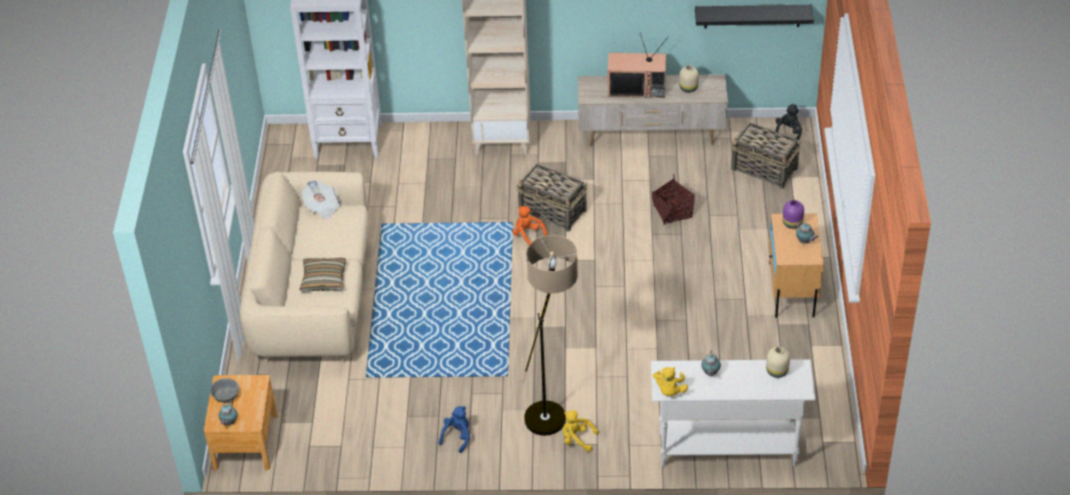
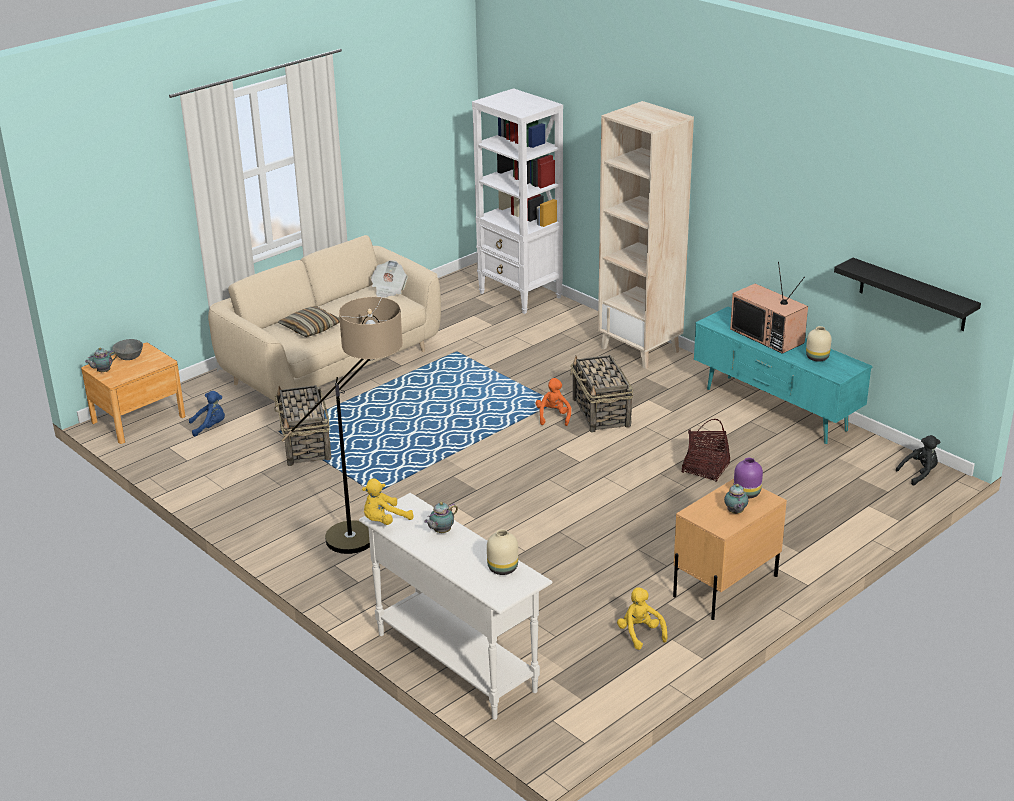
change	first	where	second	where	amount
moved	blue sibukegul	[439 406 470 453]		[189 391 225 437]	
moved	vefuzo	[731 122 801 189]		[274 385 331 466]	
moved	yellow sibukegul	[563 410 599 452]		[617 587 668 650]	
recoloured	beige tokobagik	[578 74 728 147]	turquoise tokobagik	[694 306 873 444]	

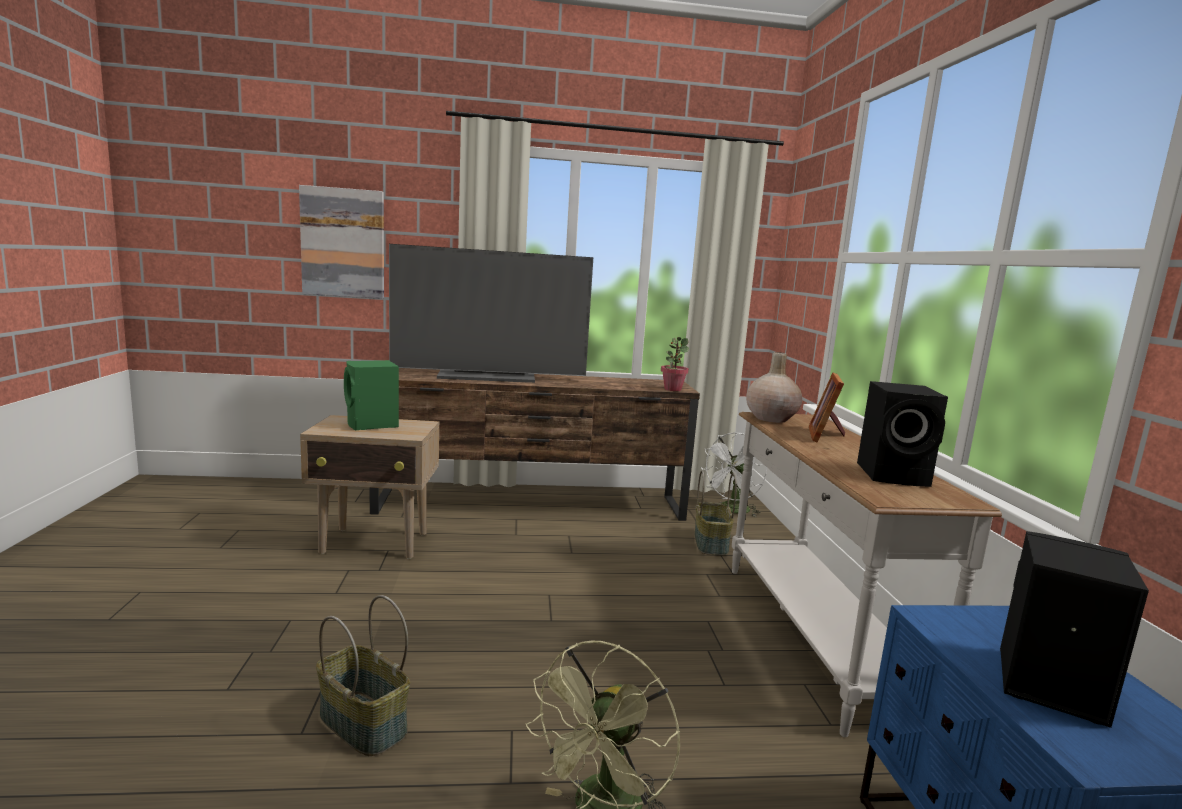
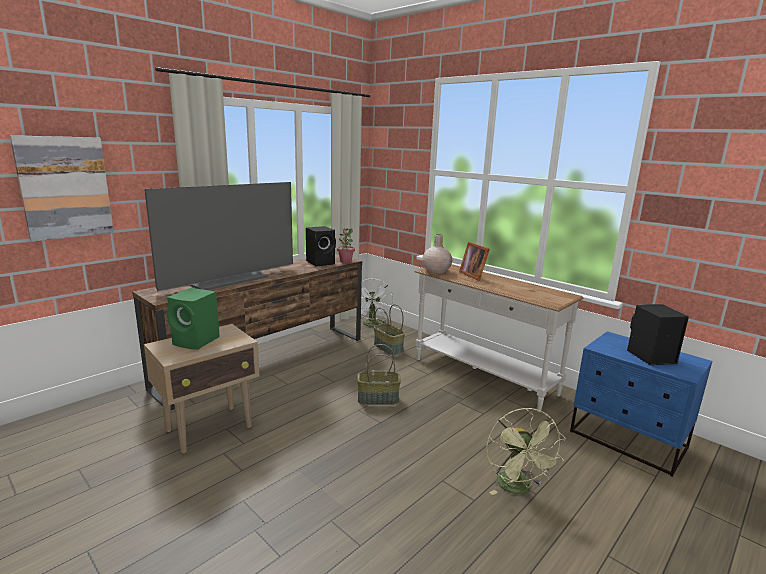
change	first	where	second	where	amount
moved	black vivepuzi	[857 381 948 487]		[306 226 336 266]	
moved	vefuzo	[316 595 410 756]		[357 344 401 405]	

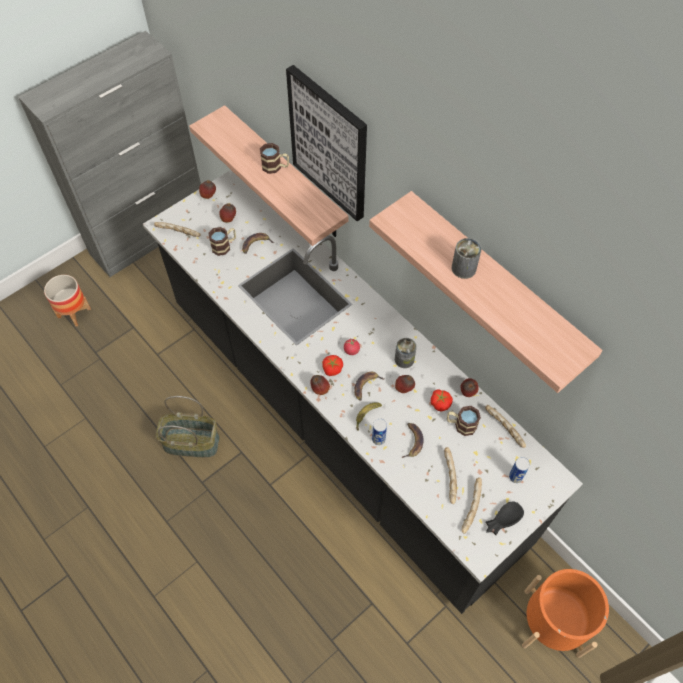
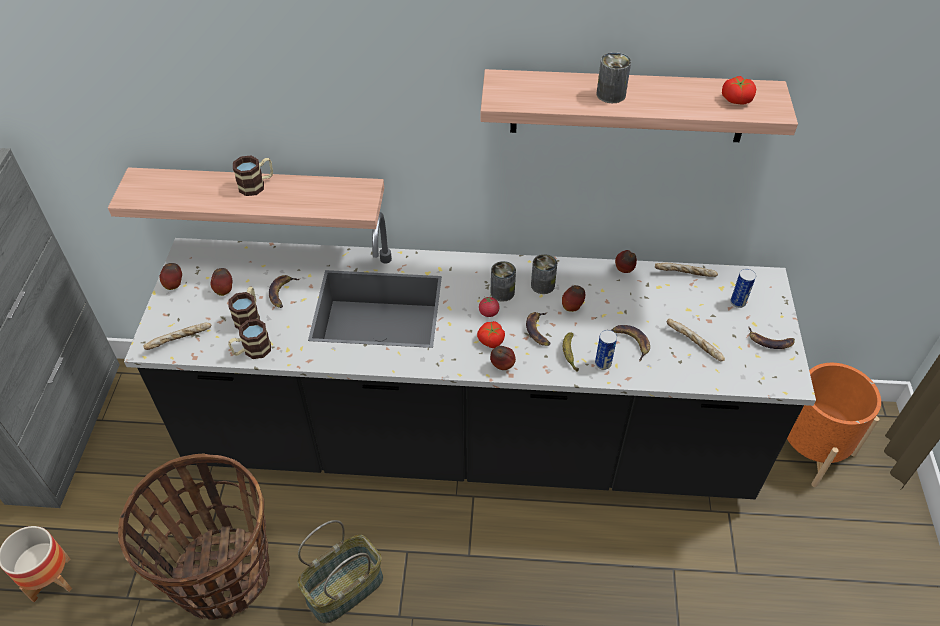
change	first	where	second	where	amount
added			vefuzo	[118 454 270 620]	
moved	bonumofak	[447 406 481 436]		[228 319 271 359]	
added			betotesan	[490 261 516 302]	
moved	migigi	[431 389 453 412]		[722 76 756 105]	
replaced	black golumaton	[485 502 524 535]	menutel	[748 327 795 349]	
removed	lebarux	[286 65 367 221]			
removed	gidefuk	[461 477 482 534]			

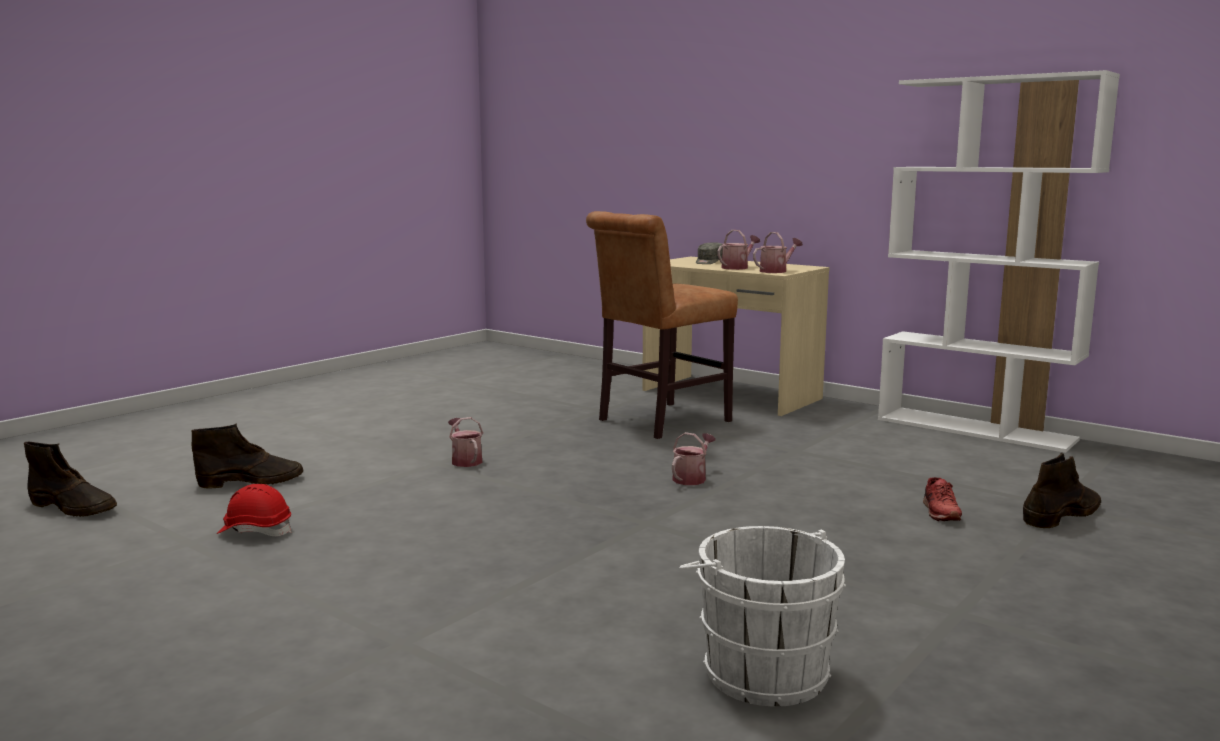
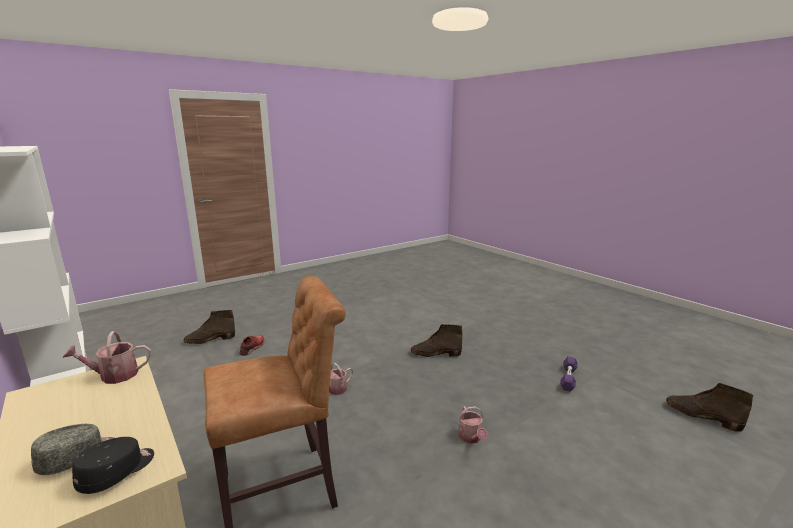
change	first	where	second	where	amount
added			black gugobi	[72 437 154 494]	
moved	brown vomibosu	[191 424 303 488]		[411 324 463 357]	
replaced	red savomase	[217 484 292 536]	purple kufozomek	[560 356 578 392]	
removed	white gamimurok	[679 526 846 706]			
removed	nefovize	[718 230 760 270]			

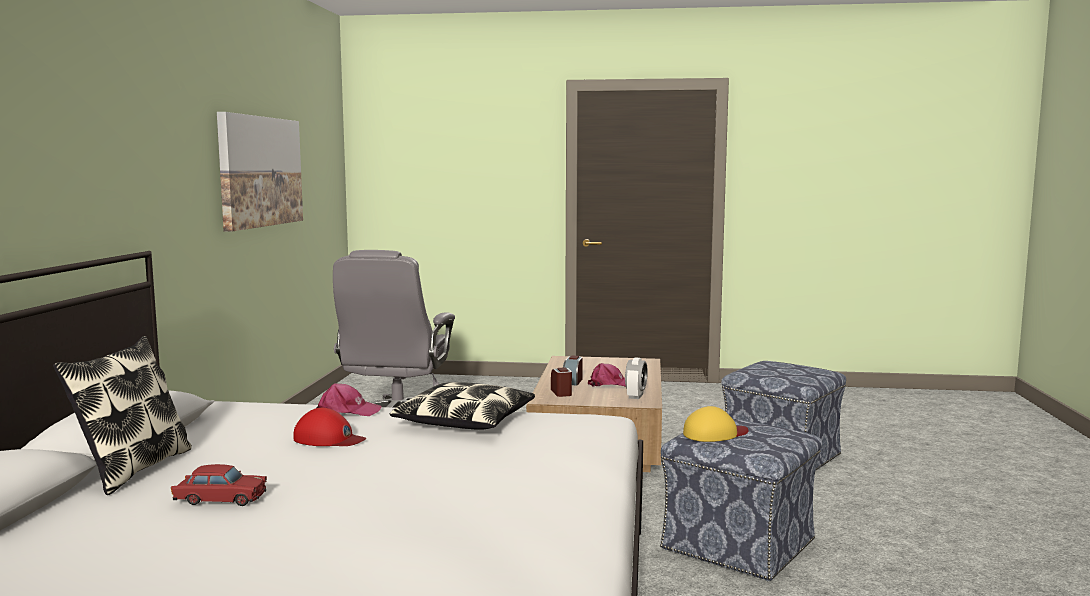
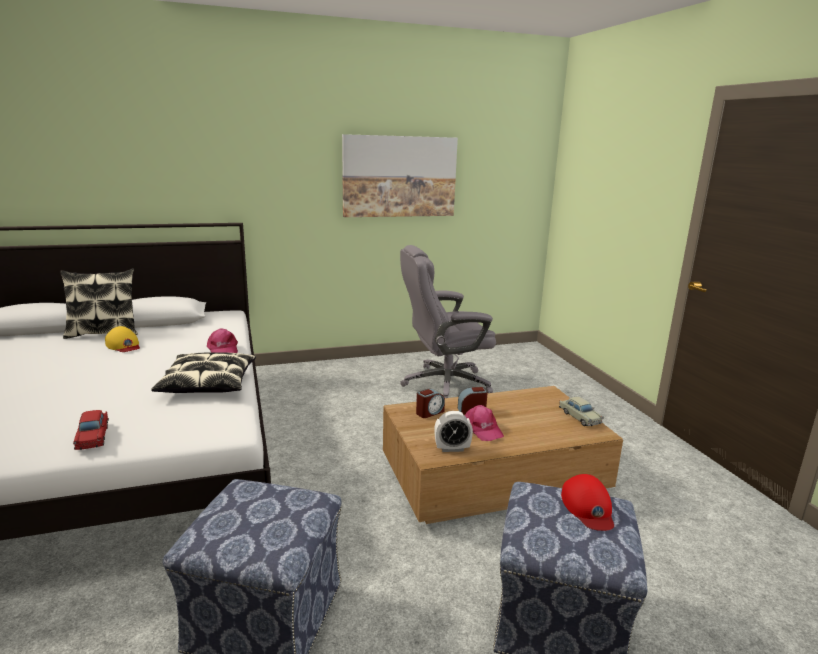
change	first	where	second	where	amount
moved	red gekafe	[171 464 267 506]		[73 410 109 450]	
moved	yellow gugobi	[683 406 749 442]		[105 326 140 352]	
added			beige gekafe	[559 396 604 426]	
moved	red gugobi	[293 408 366 446]		[561 474 614 531]	

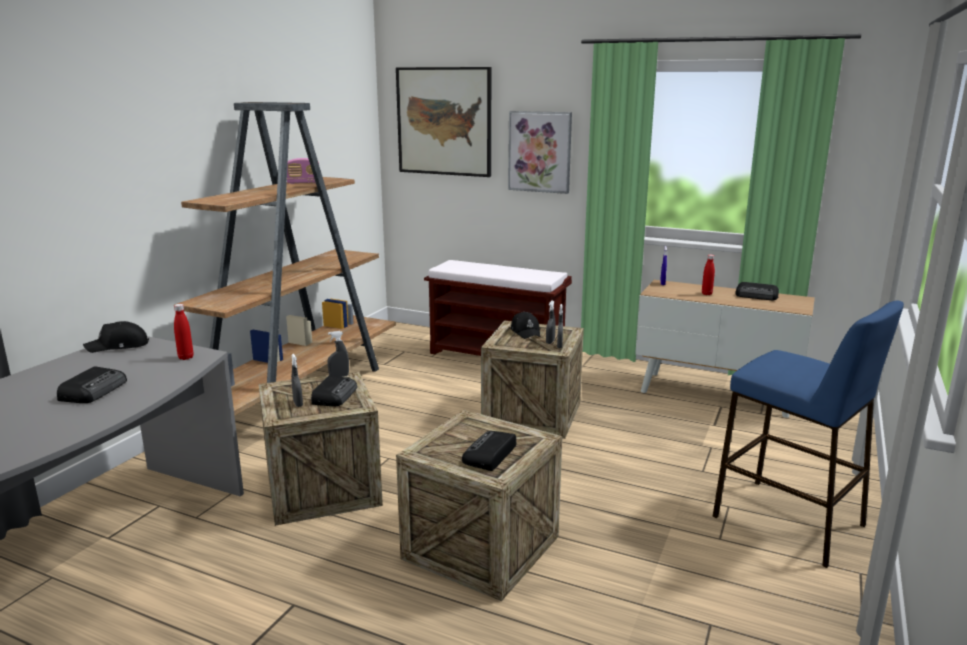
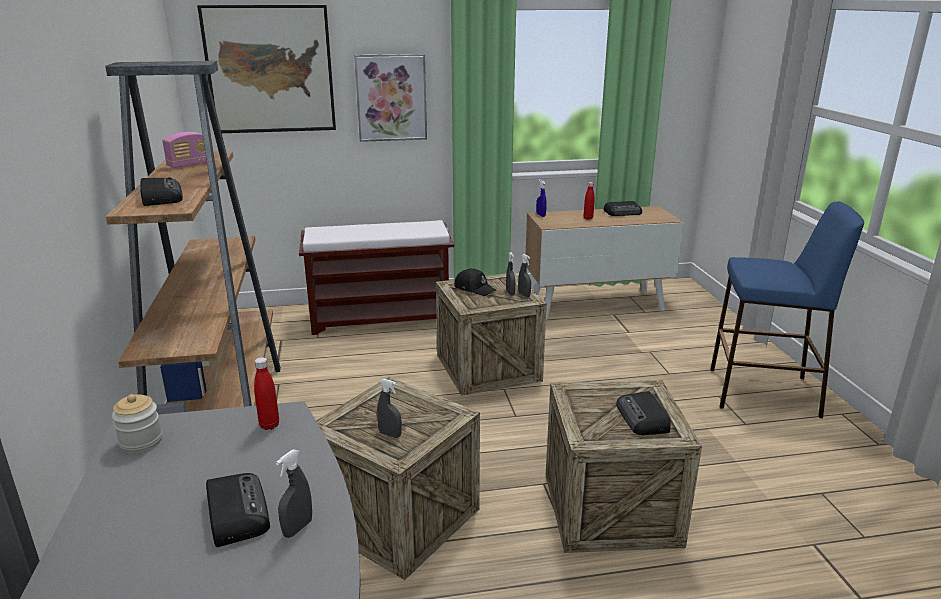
change	first	where	second	where	amount
replaced	black gugobi	[83 321 149 353]	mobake	[112 394 162 453]	
moved	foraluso	[311 375 357 406]		[140 177 183 206]	
moved	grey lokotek	[327 331 349 377]		[276 450 312 538]	

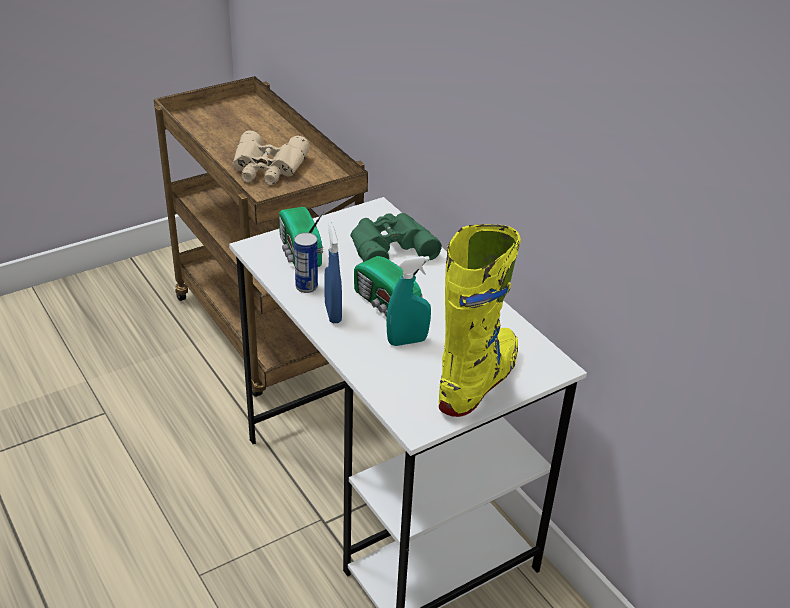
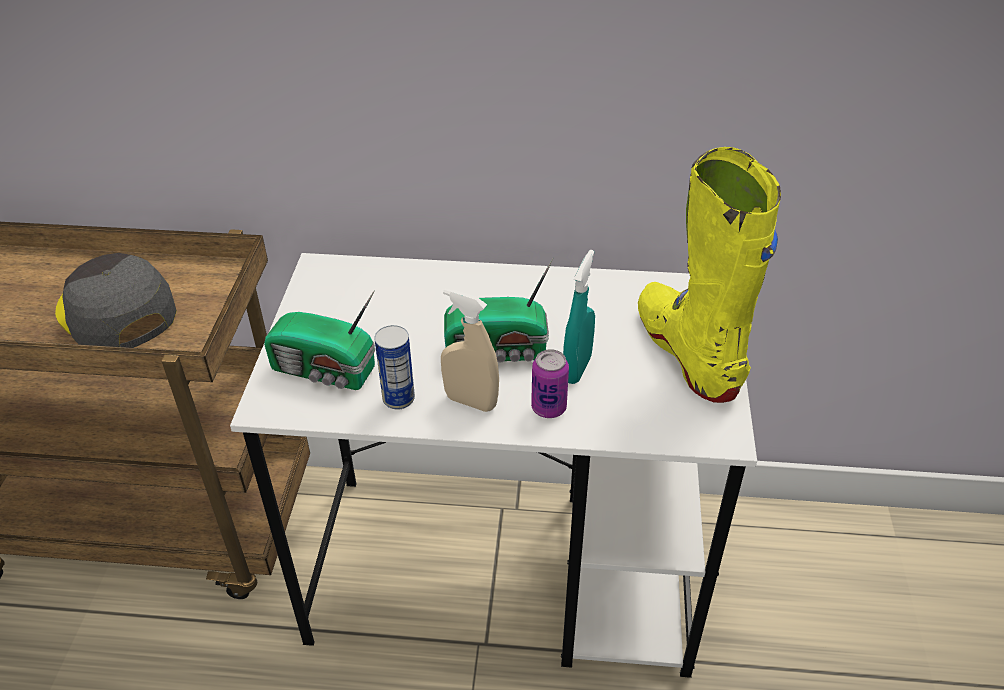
change	first	where	second	where	amount
replaced	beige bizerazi	[232 131 310 185]	grey gugobi	[55 253 177 348]	
recoloured	blue lokotek	[324 222 342 323]	beige lokotek	[441 288 499 412]	
added			betotesan	[531 349 569 418]	
removed	green bizerazi	[350 213 442 262]			

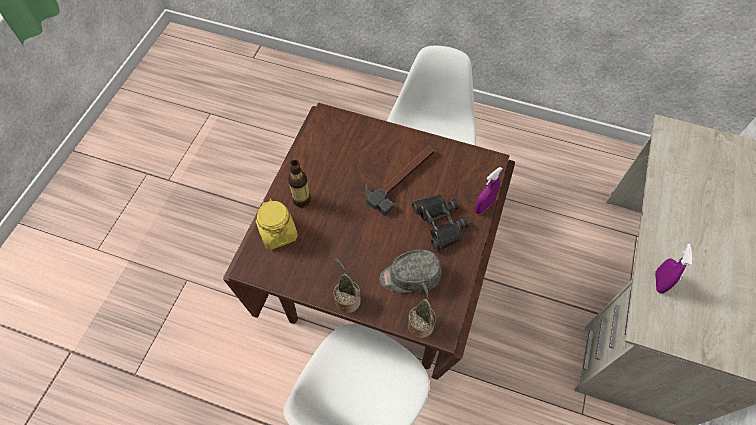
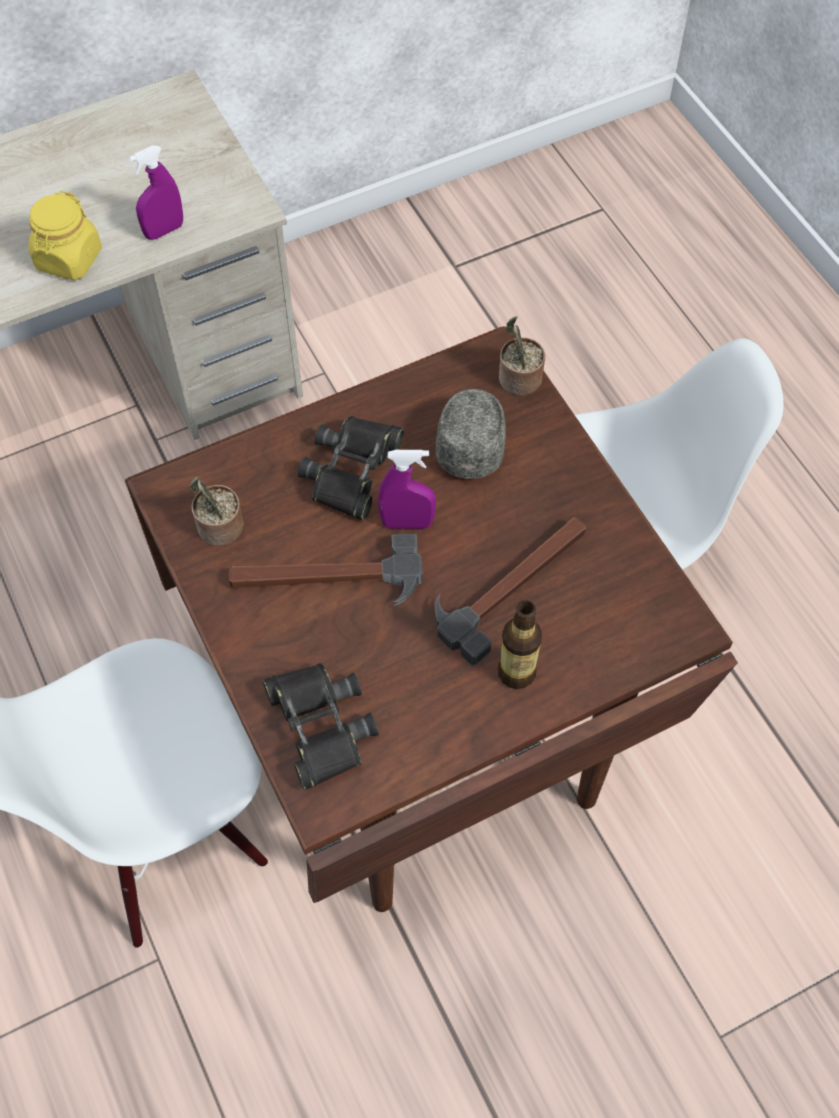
change	first	where	second	where	amount
moved	yellow mobake	[256 198 298 250]		[28 190 102 280]	
moved	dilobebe	[333 258 361 313]		[190 477 244 546]	
added			black bizerazi	[263 663 379 790]	
moved	purple lokotek	[474 167 502 214]		[378 450 436 529]	
turned	grey gugobi	[379 249 442 293]		[435 389 506 479]	120 degrees counterclockwise
added			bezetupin	[435 517 586 666]	

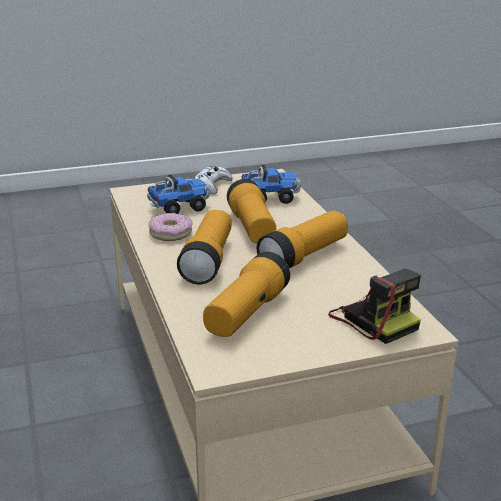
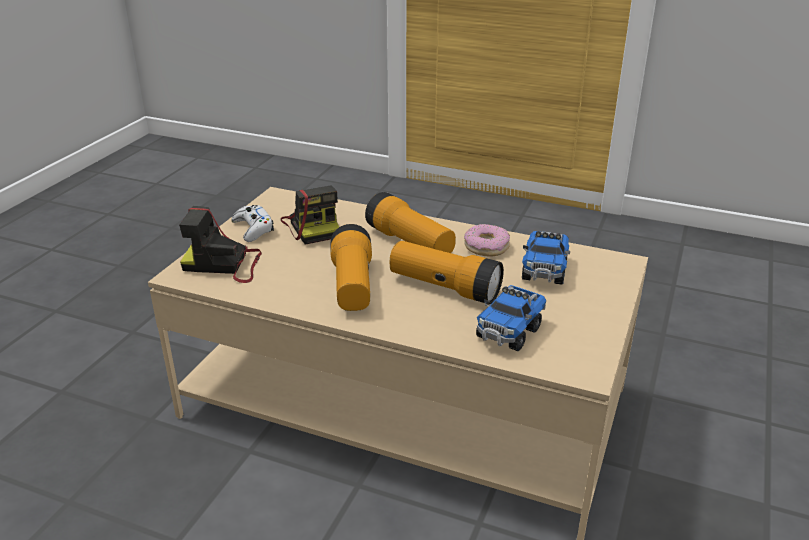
change	first	where	second	where	amount
moved	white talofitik	[194 166 233 195]		[231 205 274 242]	
replaced	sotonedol	[203 252 290 337]	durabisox	[281 186 339 244]	

